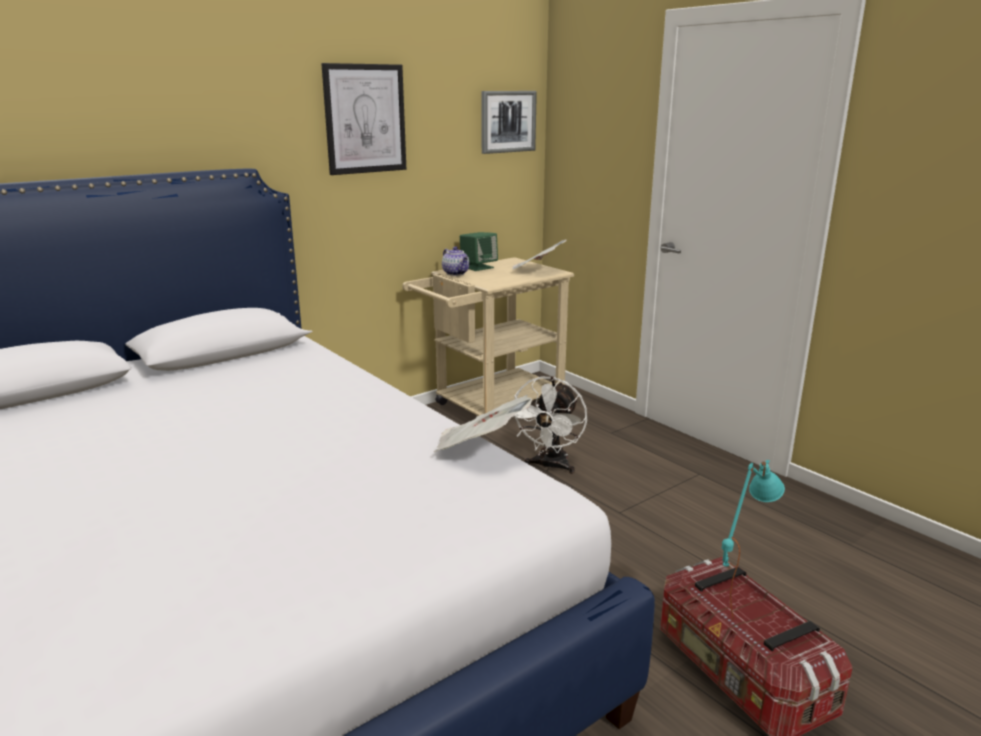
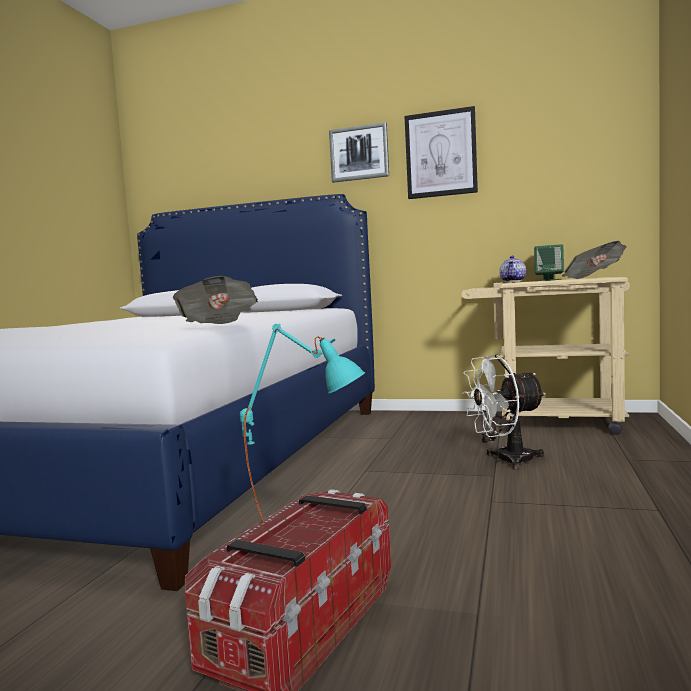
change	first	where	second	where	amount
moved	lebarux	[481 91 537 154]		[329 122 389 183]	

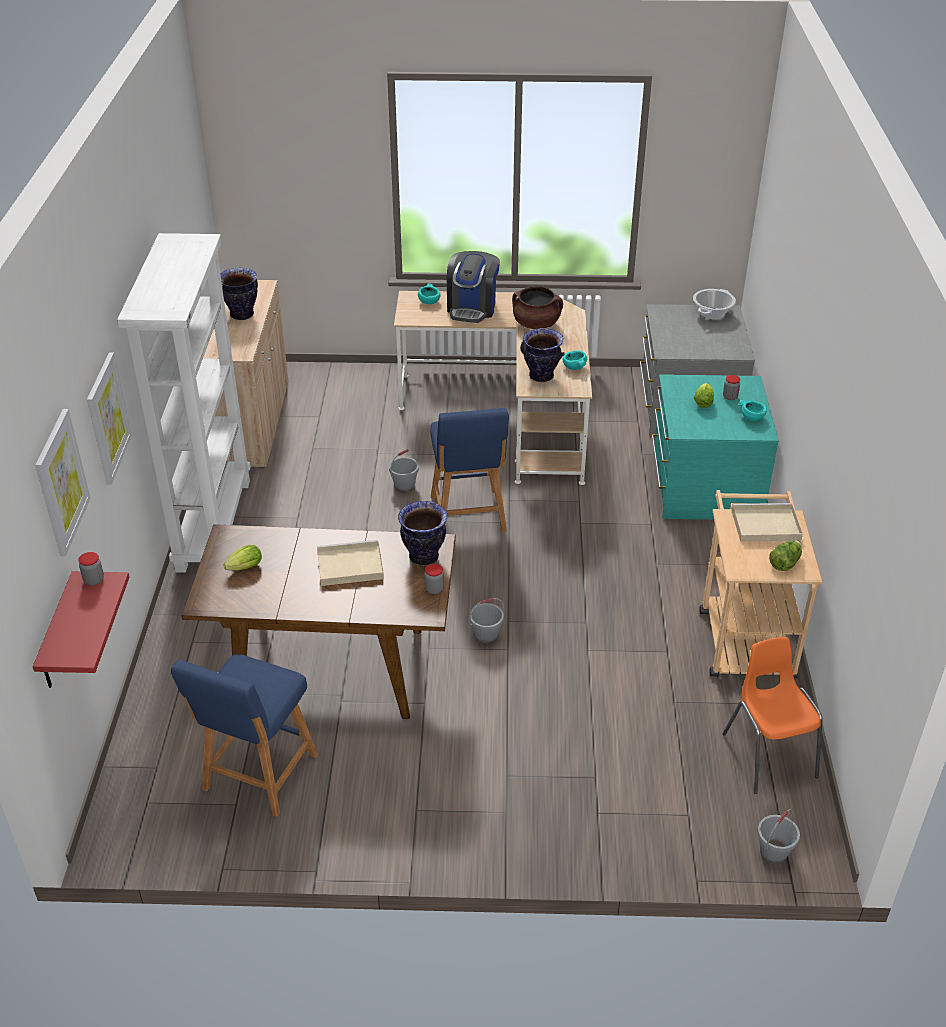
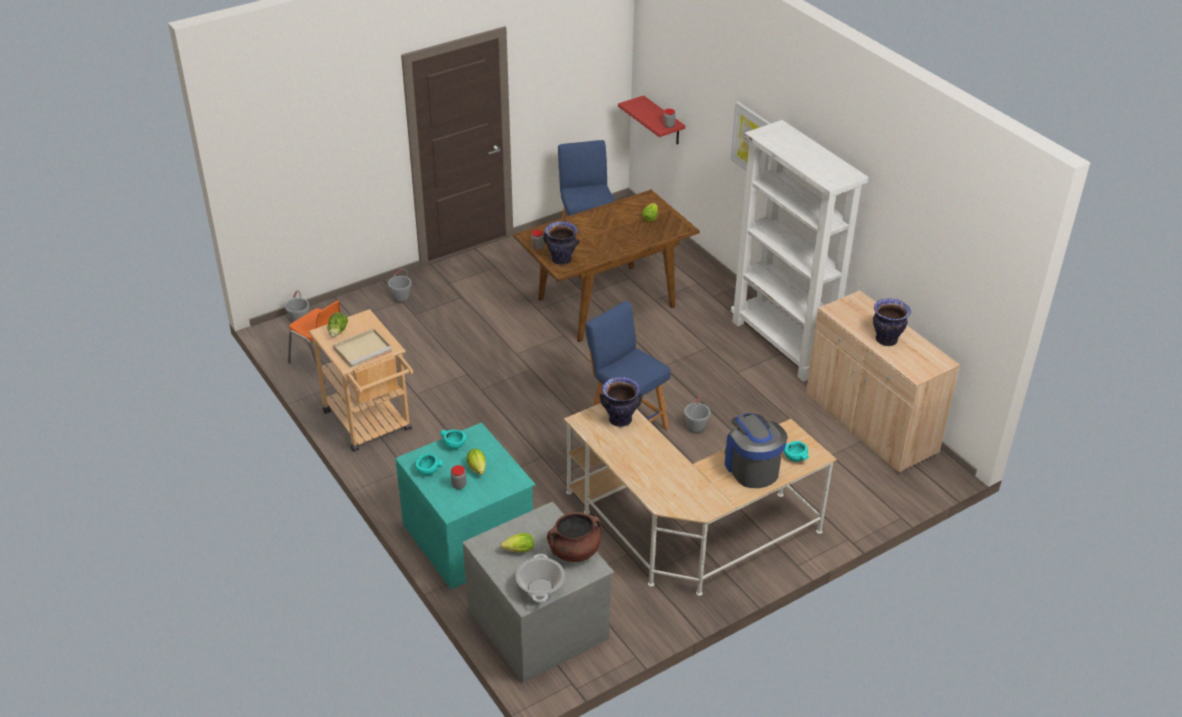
change	first	where	second	where	amount
moved	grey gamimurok	[469 598 504 644]		[388 269 412 303]	
moved	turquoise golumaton	[562 350 587 370]		[440 429 466 449]	
added			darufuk	[500 533 534 552]	
moved	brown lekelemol	[512 286 563 329]		[547 512 601 562]	
removed	lebarux	[35 409 90 556]			
removed	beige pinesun	[317 540 384 586]			

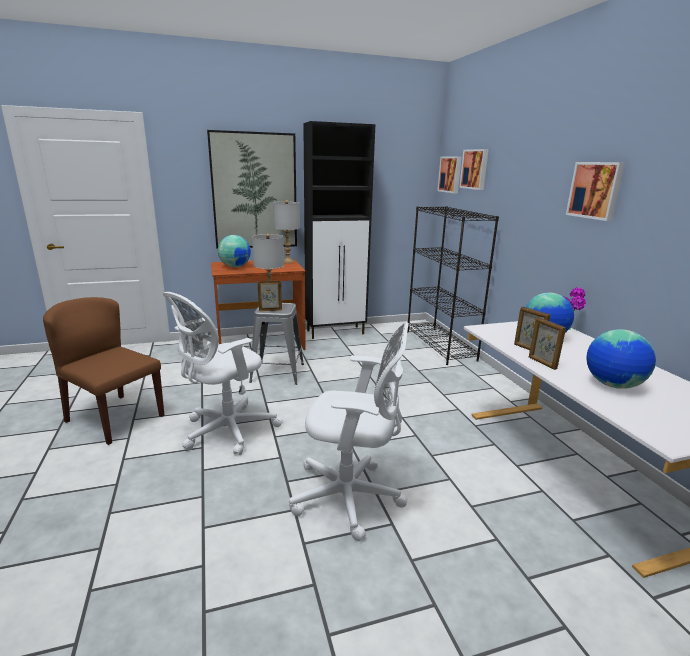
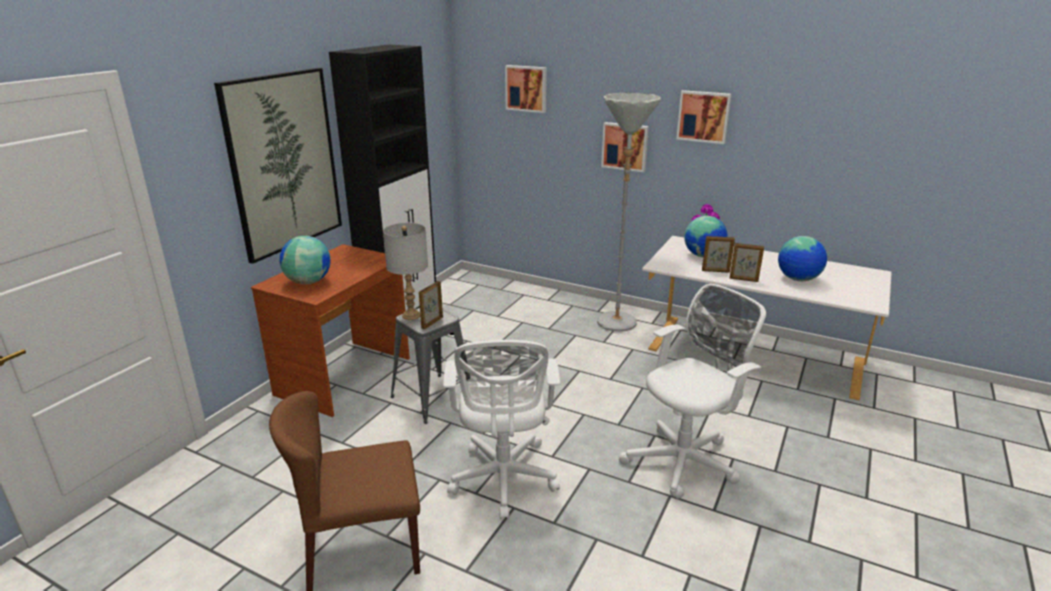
change	first	where	second	where	amount
added			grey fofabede	[597 93 661 332]	
moved	lebarux	[437 156 462 193]		[601 122 649 172]	
removed	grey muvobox	[273 200 300 263]			
removed	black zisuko	[407 206 499 365]			

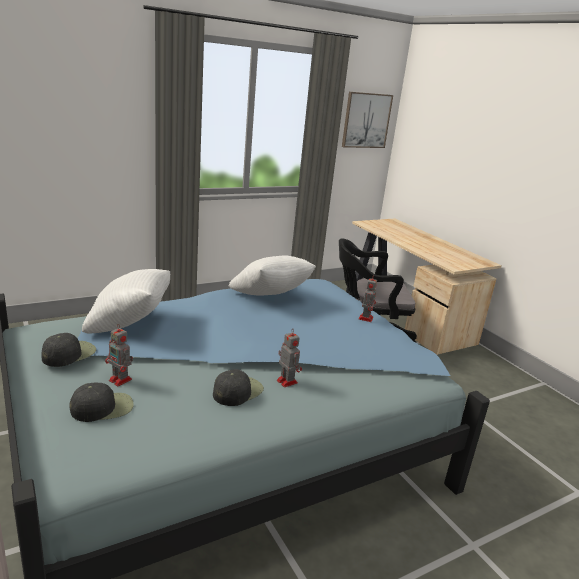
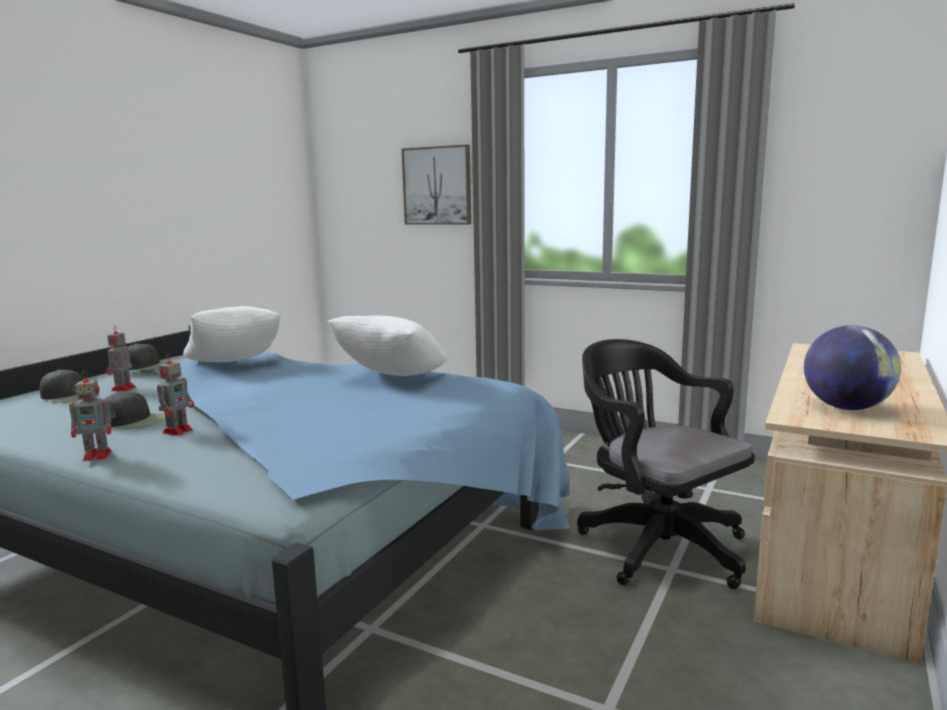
change	first	where	second	where	amount
moved	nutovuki	[359 275 377 322]		[69 371 116 461]	
moved	lebarux	[342 92 393 148]		[402 145 471 225]	
added			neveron	[804 325 901 410]	

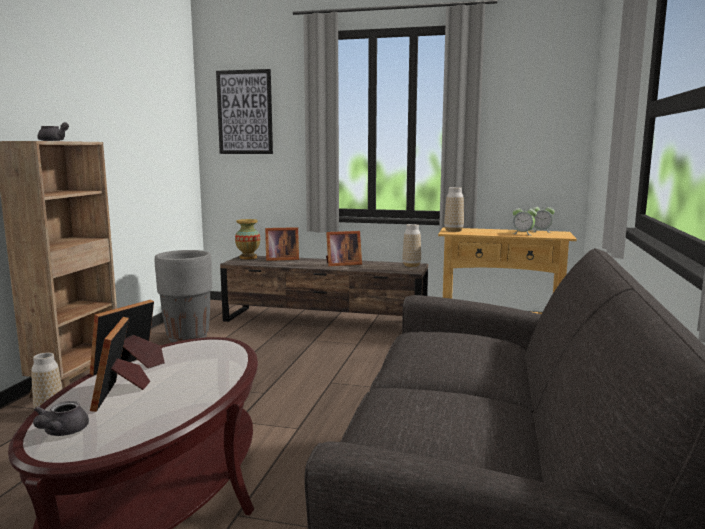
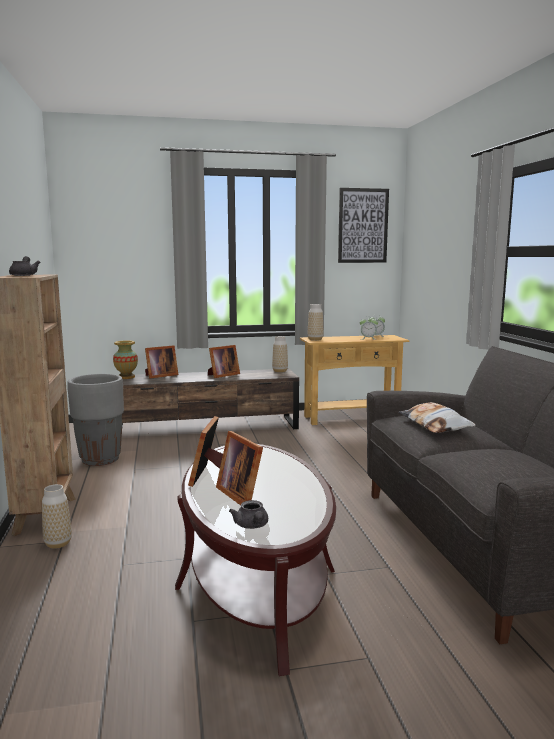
change	first	where	second	where	amount
moved	lebarux	[216 69 273 154]		[338 188 389 263]	
added			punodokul	[399 402 476 433]	

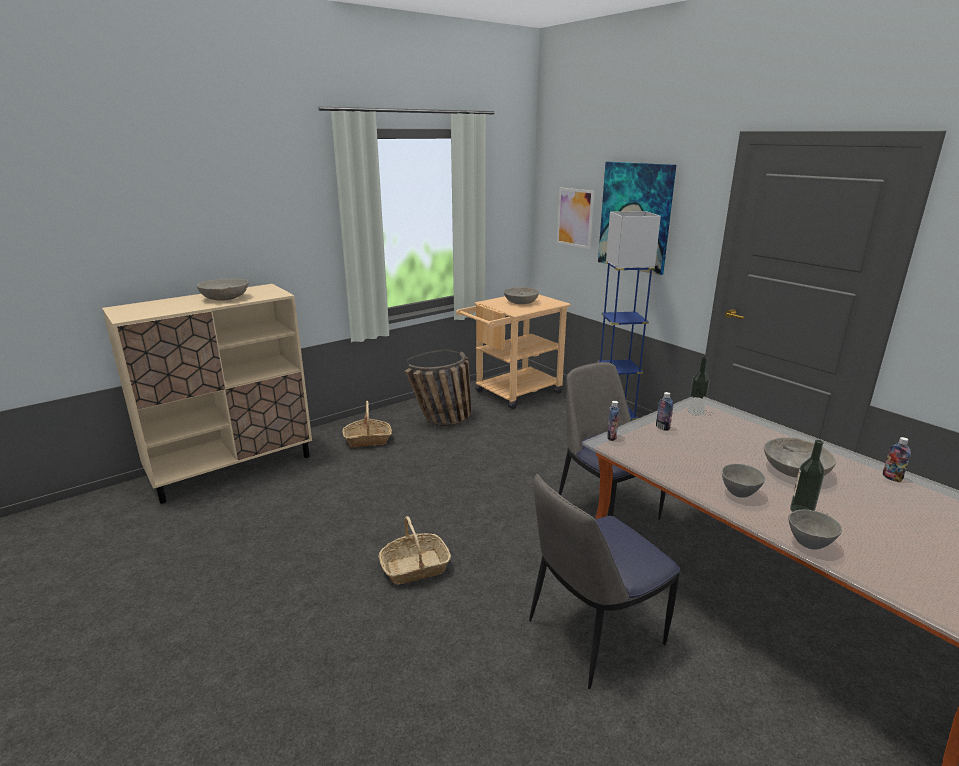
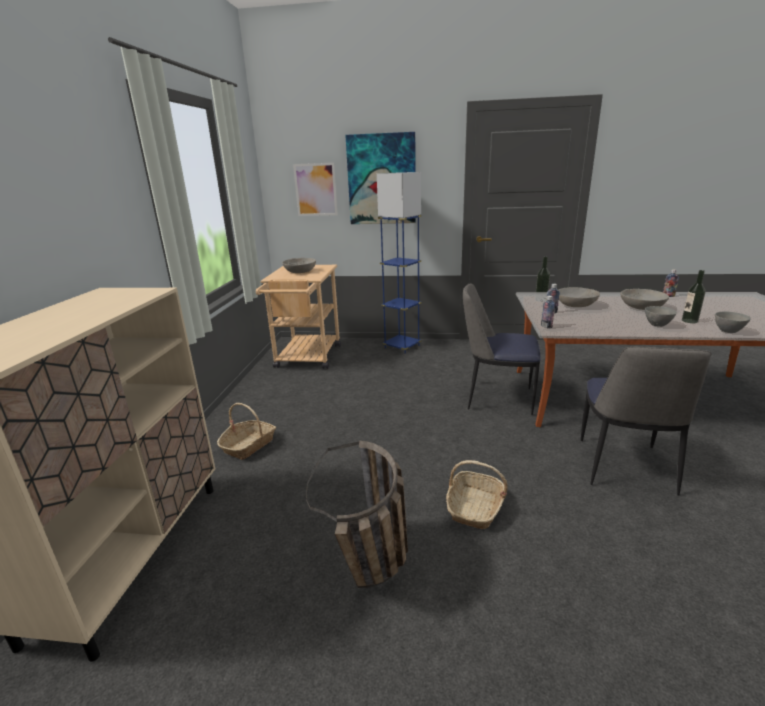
change	first	where	second	where	amount
moved	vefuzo	[405 349 472 426]		[306 441 408 588]	
moved	grey golumaton	[197 279 249 301]		[558 287 600 307]	

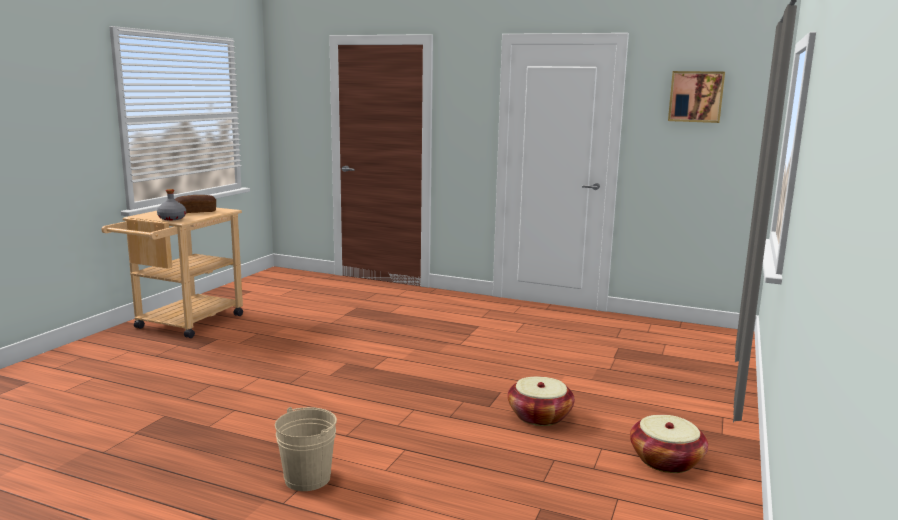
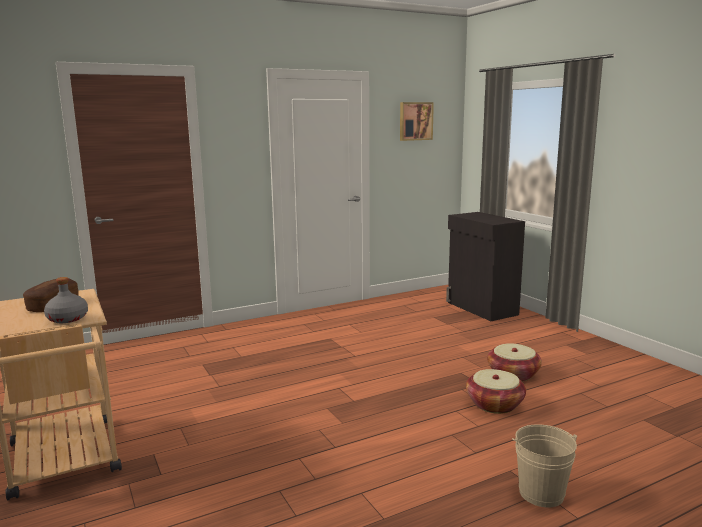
change	first	where	second	where	amount
added			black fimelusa	[446 212 525 321]	
moved	vefuzo	[630 415 708 473]		[466 369 526 414]	

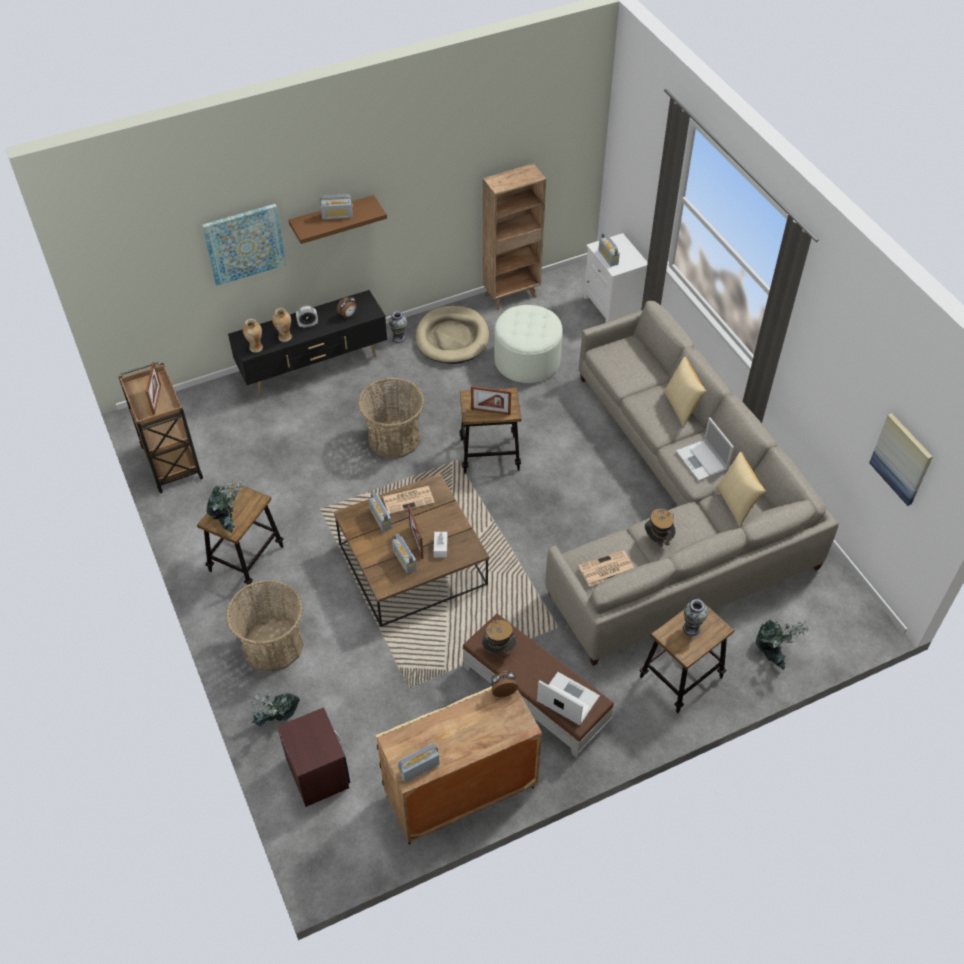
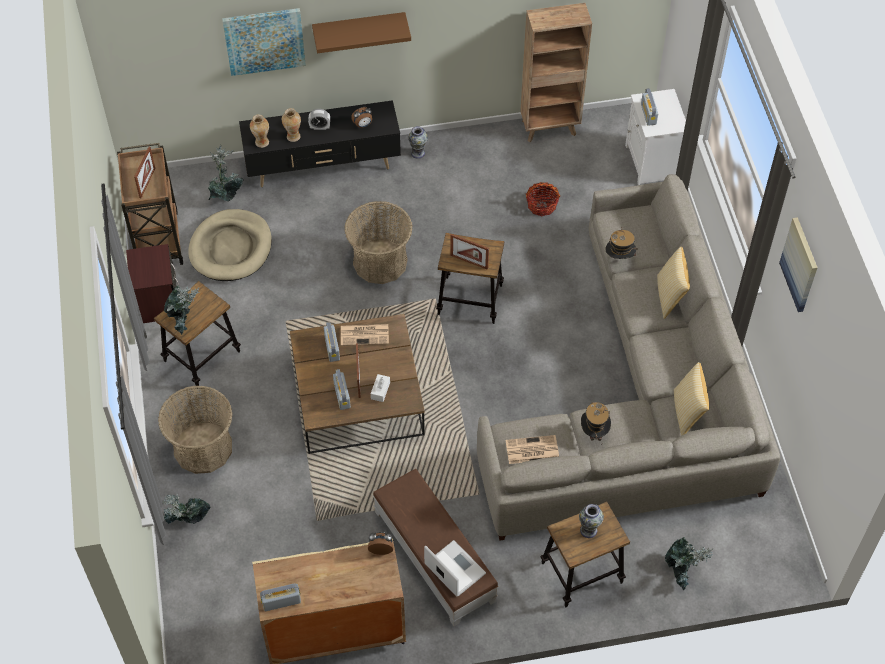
change	first	where	second	where	amount
moved	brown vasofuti	[277 707 350 807]		[126 244 179 323]	
moved	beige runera	[415 306 489 364]		[188 209 272 281]	
added			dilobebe	[208 144 244 202]	
replaced	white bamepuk	[494 305 563 383]	vefuzo	[526 182 561 216]	
moved	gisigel	[482 618 517 654]		[605 228 637 259]	
moved	lebarux	[869 413 933 506]		[779 217 818 312]	
removed	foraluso	[320 194 353 220]			
removed	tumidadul	[676 417 734 481]			

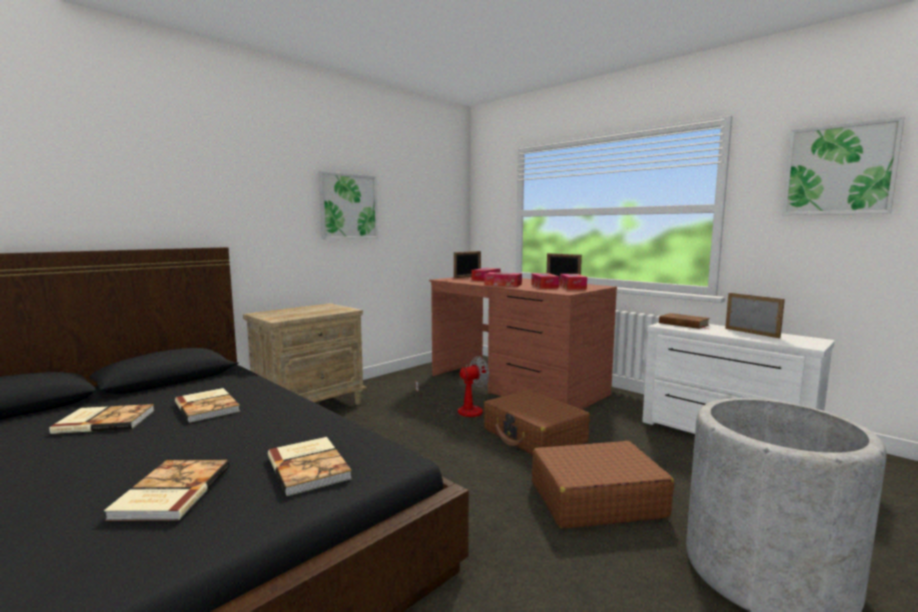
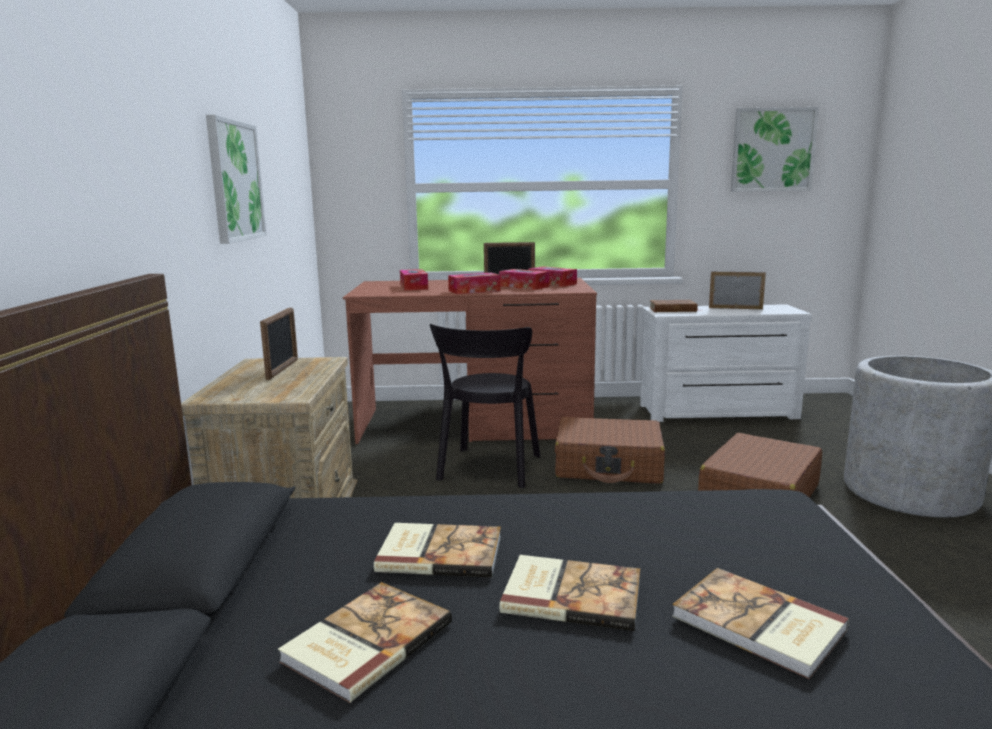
change	first	where	second	where	amount
moved	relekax	[454 251 481 278]		[260 308 298 380]	
replaced	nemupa	[415 356 490 417]	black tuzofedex	[430 324 540 488]	
moved	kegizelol	[268 437 352 496]		[500 555 640 631]	

